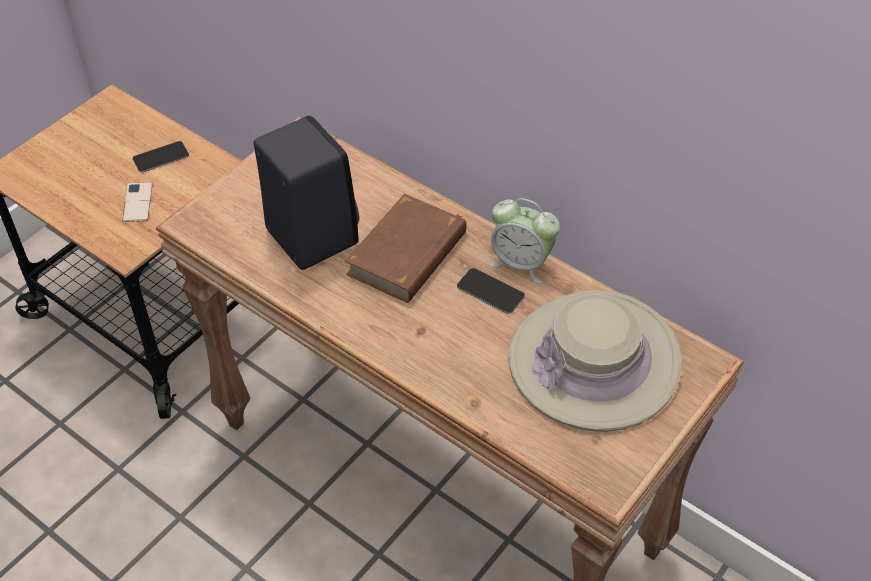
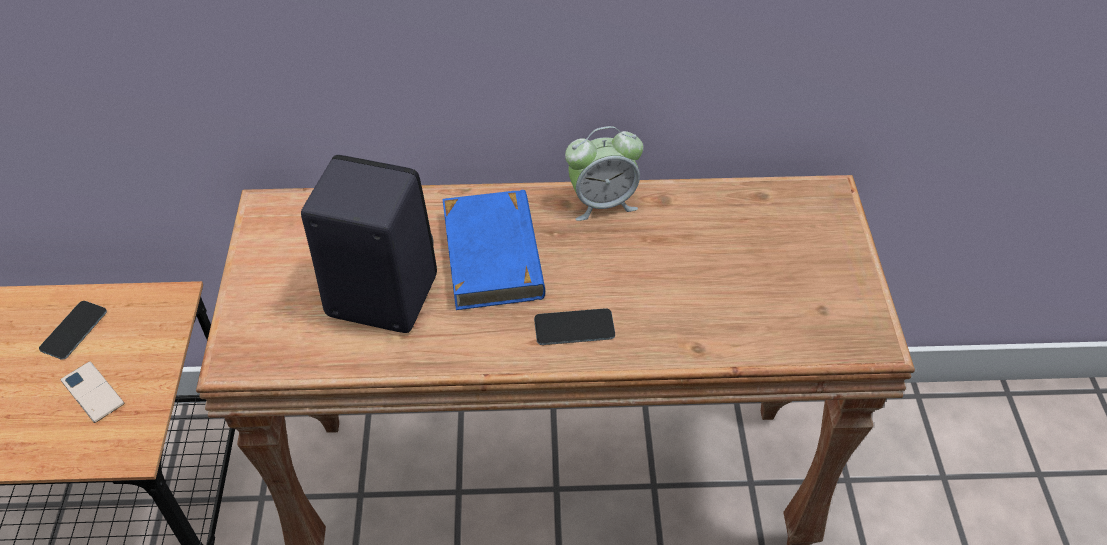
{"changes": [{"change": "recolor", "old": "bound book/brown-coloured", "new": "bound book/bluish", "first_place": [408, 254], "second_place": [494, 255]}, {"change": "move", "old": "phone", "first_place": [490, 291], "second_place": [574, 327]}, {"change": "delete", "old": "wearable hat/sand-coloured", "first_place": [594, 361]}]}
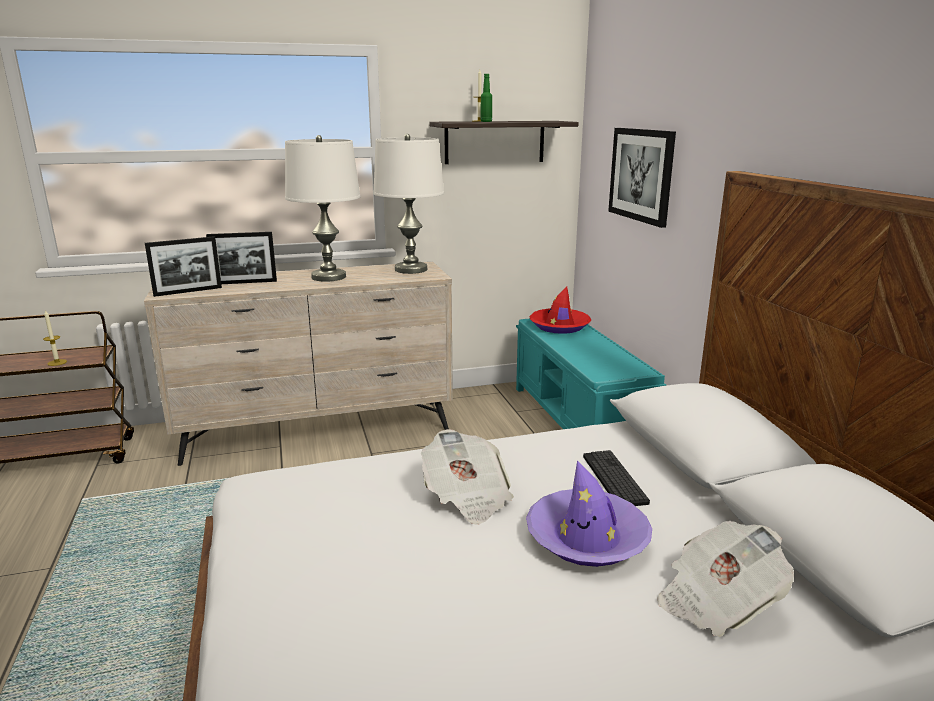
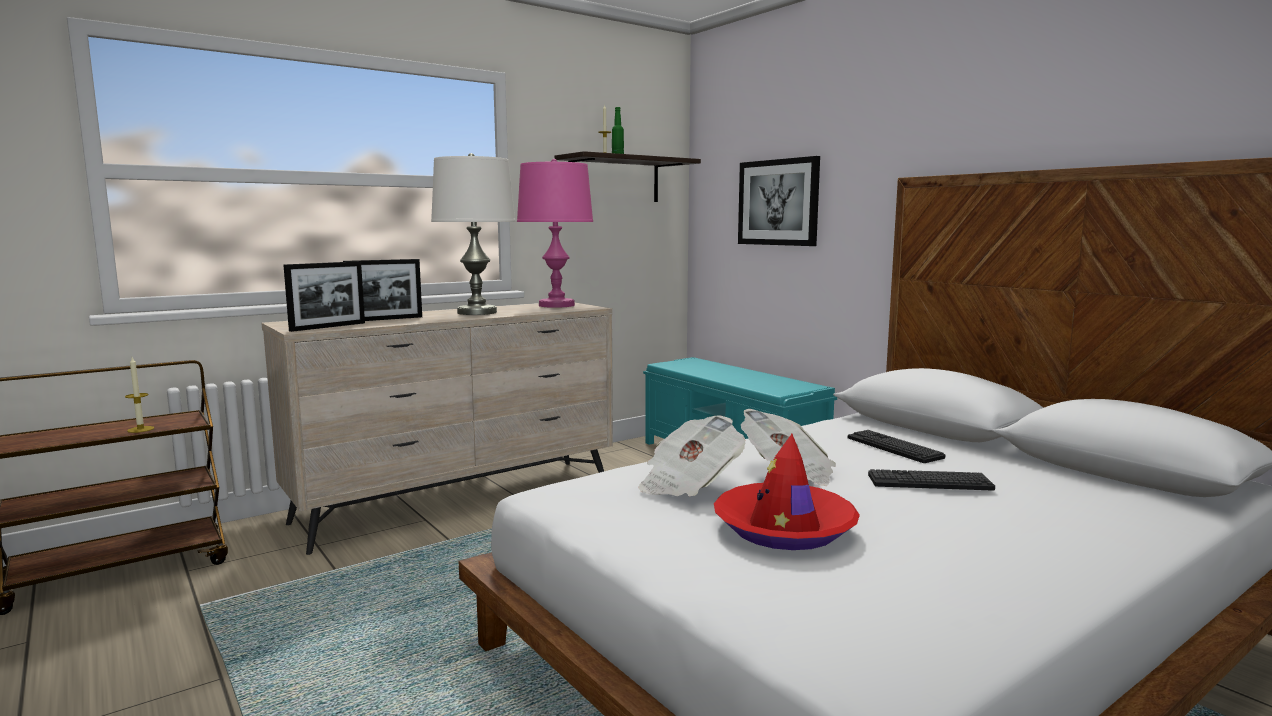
{"changes": [{"change": "recolor", "old": "lamp for a table/white", "new": "lamp for a table/pink", "first_place": [411, 269], "second_place": [556, 305]}, {"change": "move", "old": "printed paper", "first_place": [717, 601], "second_place": [688, 483]}, {"change": "move", "old": "wearable hat/red-coloured", "first_place": [559, 326], "second_place": [784, 528]}, {"change": "replace", "old": "wearable hat/purple", "new": "keyboard", "first_place": [587, 538], "second_place": [929, 482]}]}
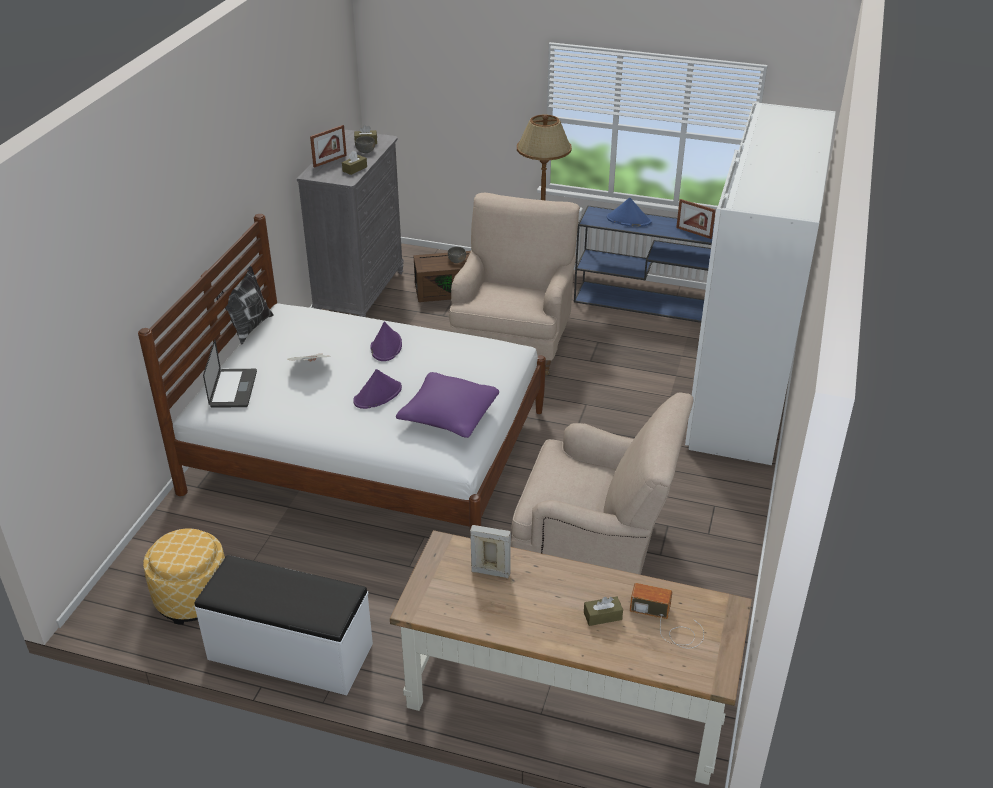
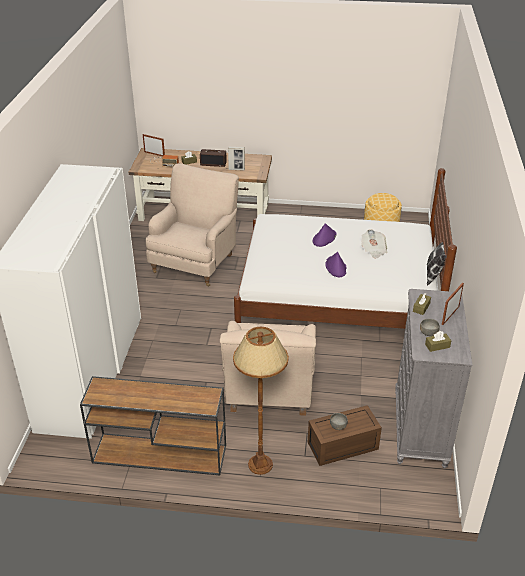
{"changes": [{"change": "recolor", "old": "narrow table/bluish", "new": "narrow table/brown-coloured", "first_place": [646, 302], "second_place": [158, 454]}, {"change": "move", "old": "photo frame", "first_place": [694, 233], "second_place": [154, 154]}, {"change": "rotate", "old": "lounge chair/sand-coloured", "first_place": [595, 551], "second_place": [195, 262], "degrees": 105}, {"change": "insert", "new": "radio set", "second_place": [213, 163]}, {"change": "delete", "old": "long seat/white", "first_place": [290, 652]}, {"change": "delete", "old": "portable computer", "first_place": [233, 389]}, {"change": "delete", "old": "throw pillow/purple", "first_place": [449, 415]}, {"change": "delete", "old": "wearable hat/bluish", "first_place": [628, 220]}]}
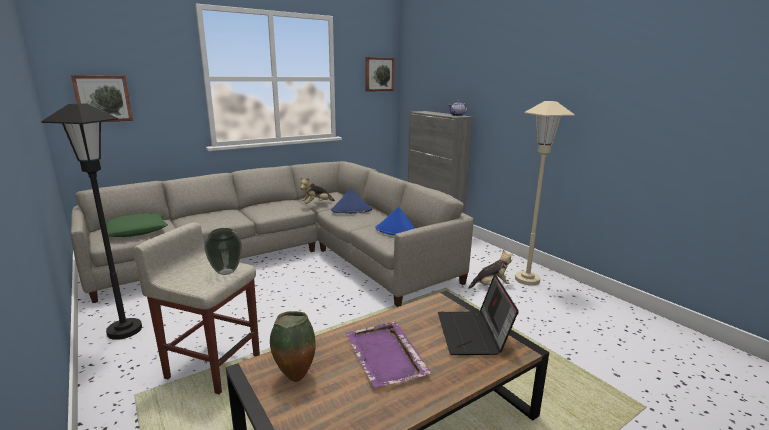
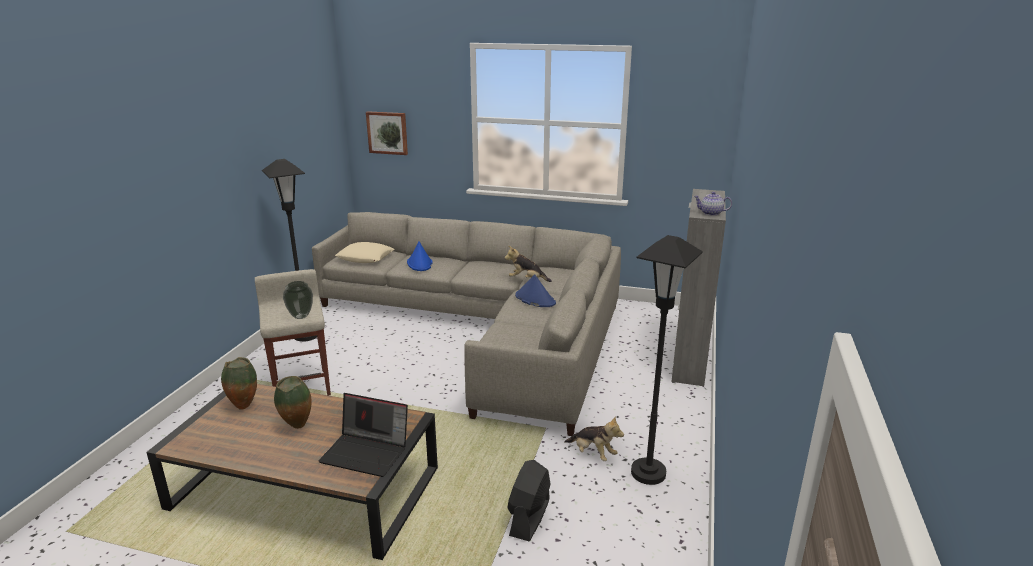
{"changes": [{"change": "replace", "old": "serving tray/purple", "new": "decorative vase", "first_place": [386, 356], "second_place": [297, 427]}, {"change": "rotate", "old": "portable computer", "first_place": [473, 334], "second_place": [367, 452], "degrees": -120}, {"change": "recolor", "old": "throw pillow/green", "new": "throw pillow/sand-coloured", "first_place": [136, 230], "second_place": [365, 257]}, {"change": "move", "old": "wearable hat/bluish", "first_place": [397, 231], "second_place": [420, 263]}, {"change": "insert", "new": "electric fan/black-coloured", "second_place": [529, 517]}, {"change": "recolor", "old": "standard lamp/sand-coloured", "new": "standard lamp/black-coloured", "first_place": [527, 279], "second_place": [648, 473]}, {"change": "delete", "old": "wall picture", "first_place": [379, 74]}]}
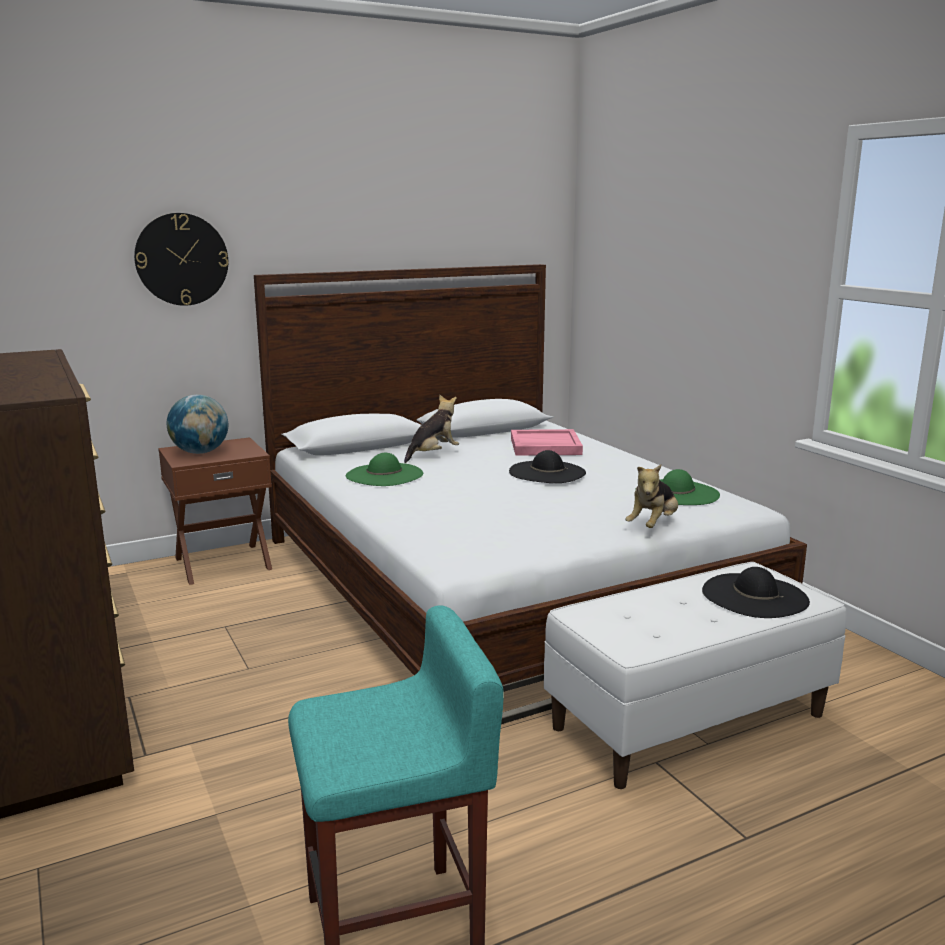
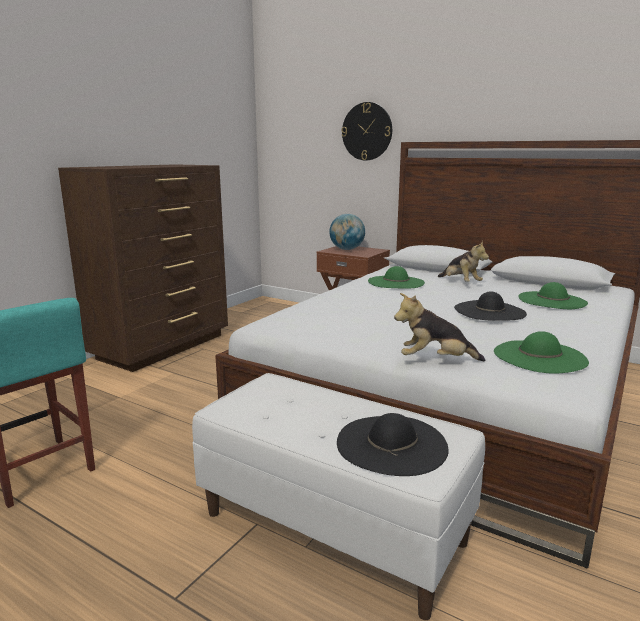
{"changes": [{"change": "rotate", "old": "plush toy", "first_place": [433, 454], "second_place": [460, 283], "degrees": 45}, {"change": "replace", "old": "serving tray/pink", "new": "wearable hat/green", "first_place": [544, 446], "second_place": [552, 300]}]}
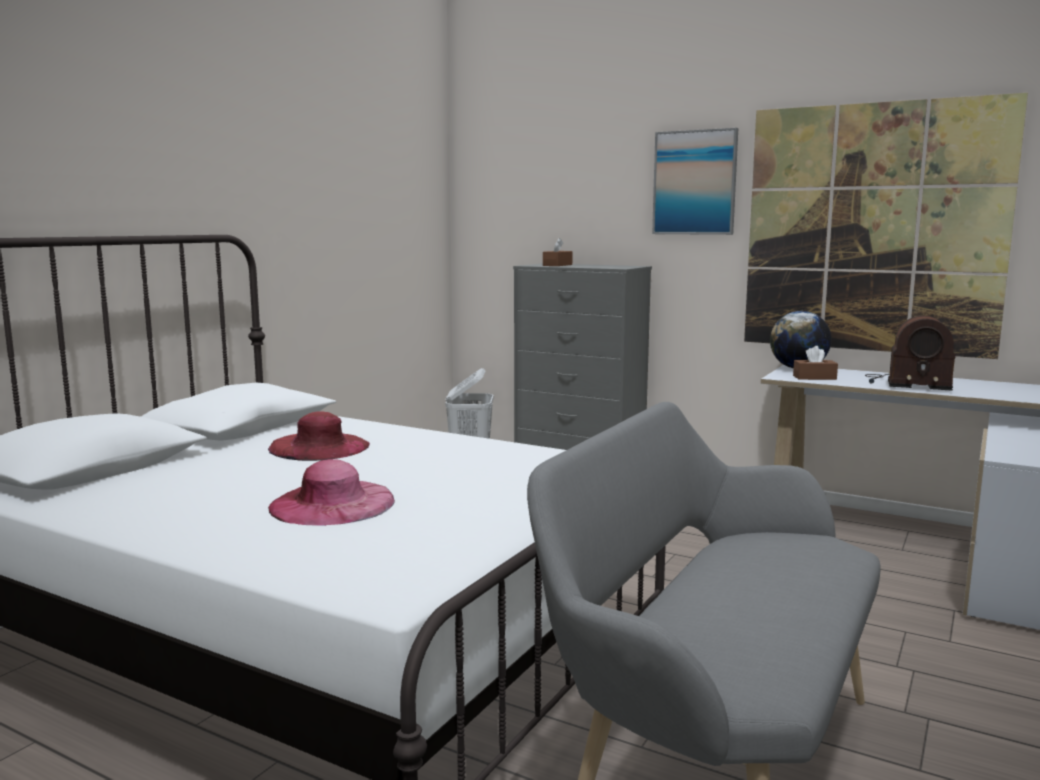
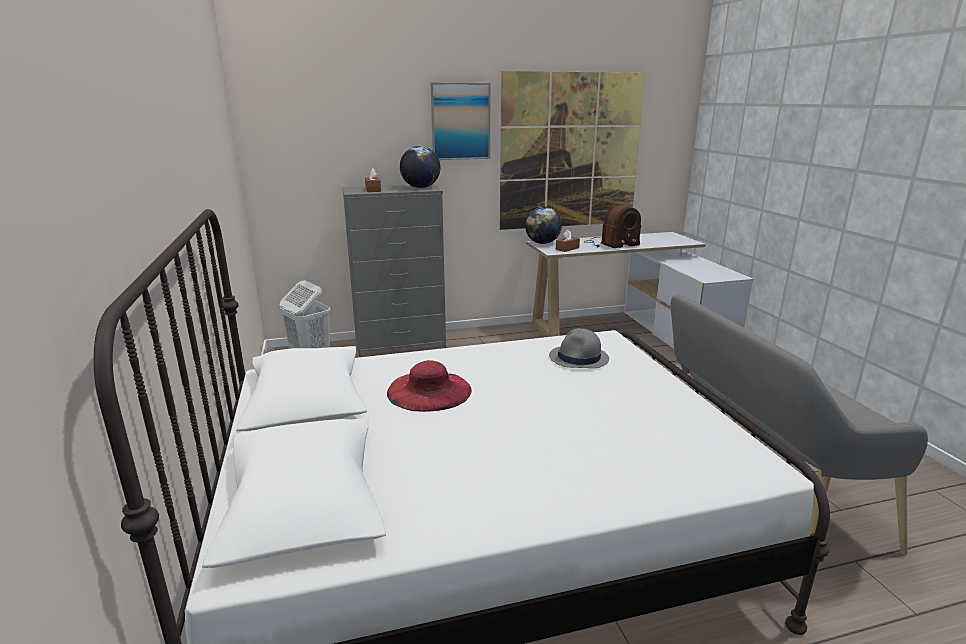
{"changes": [{"change": "insert", "new": "desk globe", "second_place": [420, 187]}, {"change": "insert", "new": "wearable hat/greyish", "second_place": [579, 358]}, {"change": "delete", "old": "wearable hat/pink", "first_place": [332, 503]}]}
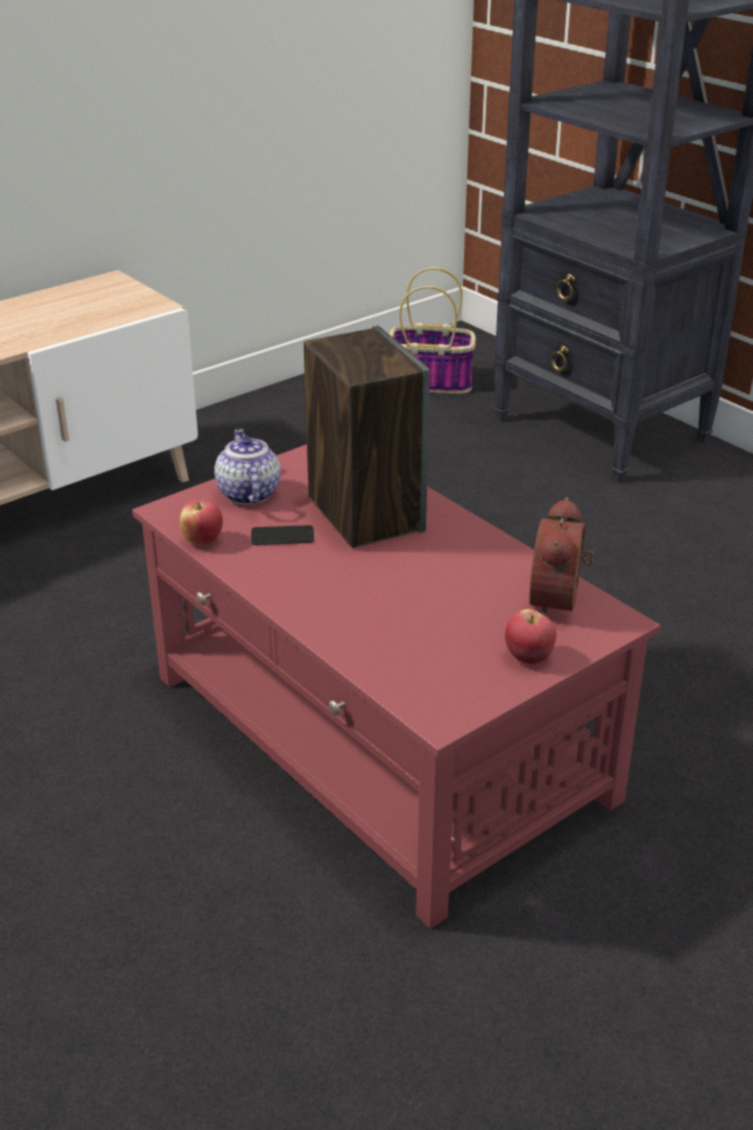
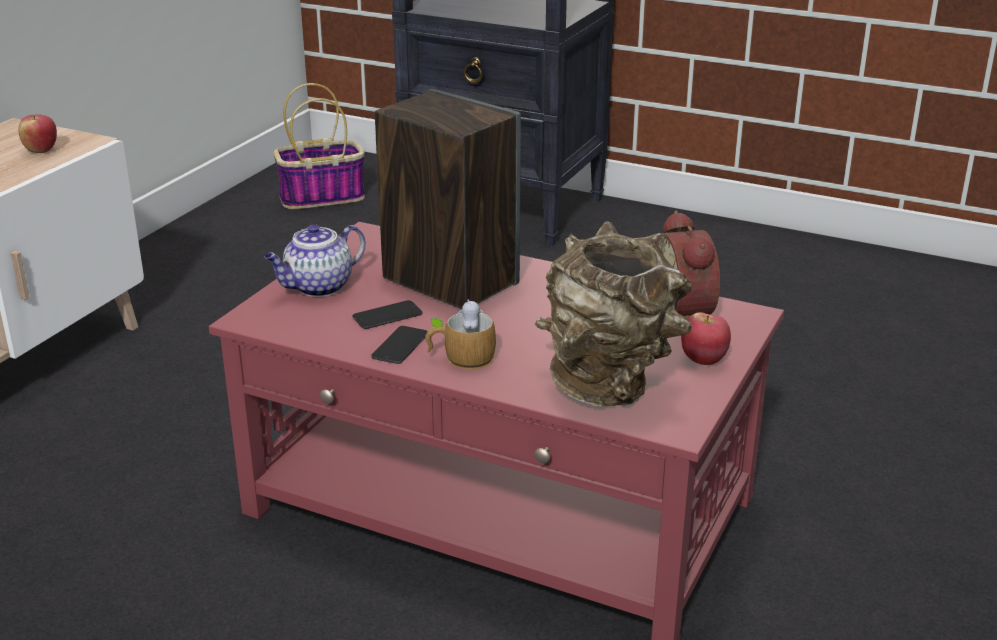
{"changes": [{"change": "move", "old": "apple fruit", "first_place": [202, 541], "second_place": [41, 150]}, {"change": "rotate", "old": "tea pot", "first_place": [247, 493], "second_place": [318, 287], "degrees": -90}, {"change": "insert", "new": "phone", "second_place": [400, 346]}, {"change": "insert", "new": "mug", "second_place": [461, 357]}, {"change": "insert", "new": "decorative vase/brown-coloured", "second_place": [611, 386]}]}
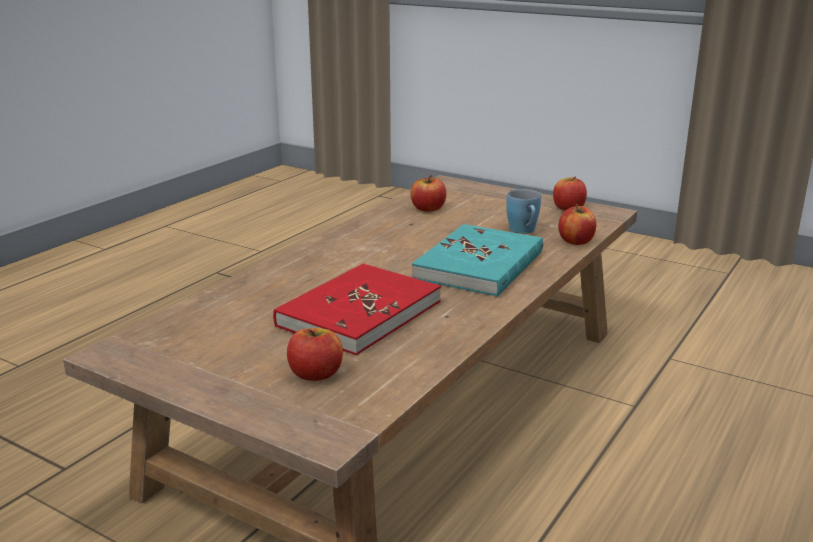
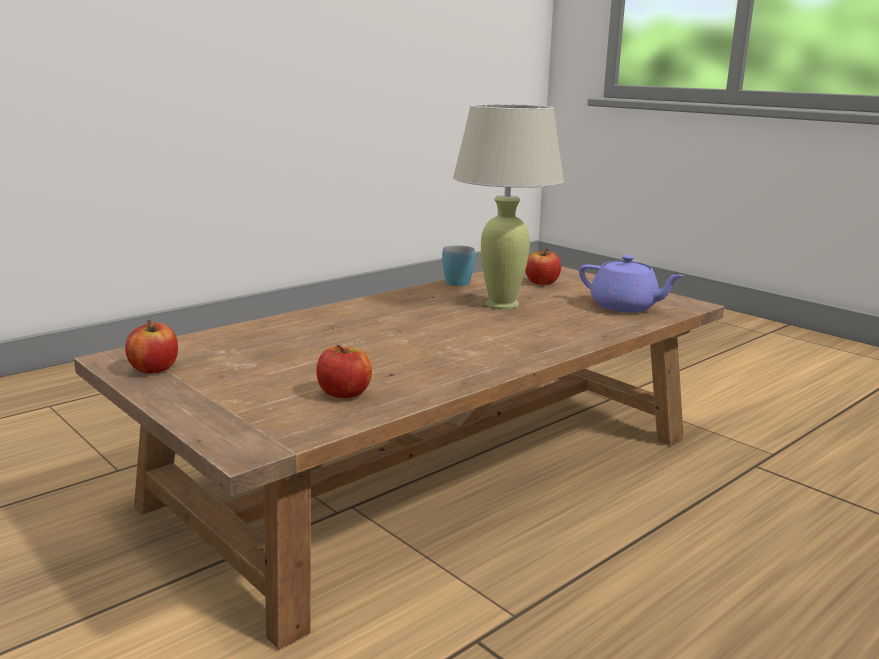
{"changes": [{"change": "move", "old": "mug/bluish", "first_place": [524, 231], "second_place": [457, 281]}, {"change": "replace", "old": "bound book/red-coloured", "new": "lamp for a table/sand-coloured", "first_place": [359, 313], "second_place": [501, 304]}, {"change": "insert", "new": "tea pot/purple", "second_place": [625, 307]}, {"change": "delete", "old": "bound book/turquoise", "first_place": [480, 265]}, {"change": "delete", "old": "apple fruit", "first_place": [576, 241]}]}
